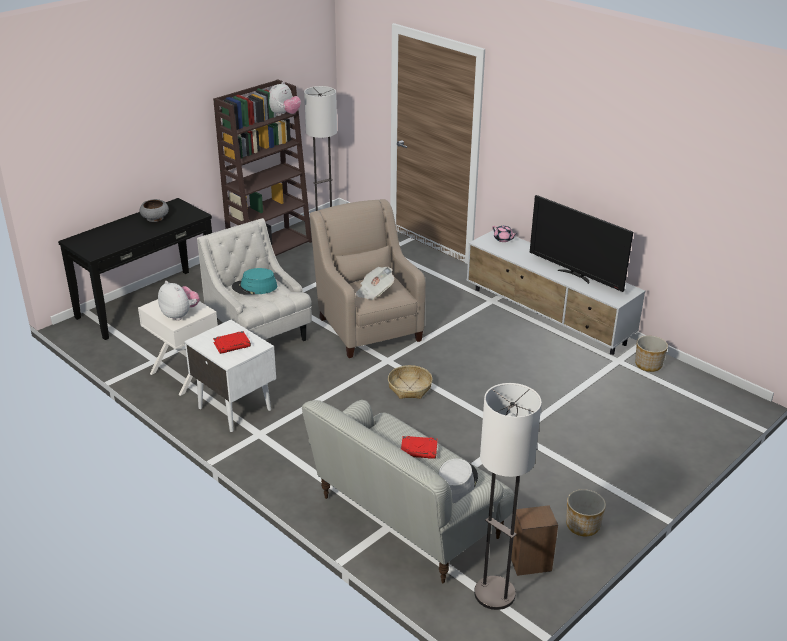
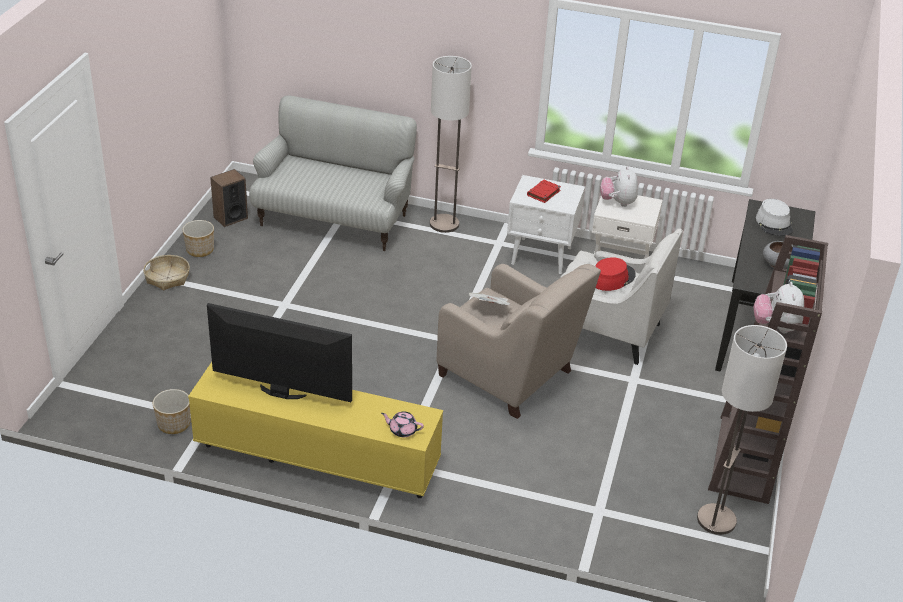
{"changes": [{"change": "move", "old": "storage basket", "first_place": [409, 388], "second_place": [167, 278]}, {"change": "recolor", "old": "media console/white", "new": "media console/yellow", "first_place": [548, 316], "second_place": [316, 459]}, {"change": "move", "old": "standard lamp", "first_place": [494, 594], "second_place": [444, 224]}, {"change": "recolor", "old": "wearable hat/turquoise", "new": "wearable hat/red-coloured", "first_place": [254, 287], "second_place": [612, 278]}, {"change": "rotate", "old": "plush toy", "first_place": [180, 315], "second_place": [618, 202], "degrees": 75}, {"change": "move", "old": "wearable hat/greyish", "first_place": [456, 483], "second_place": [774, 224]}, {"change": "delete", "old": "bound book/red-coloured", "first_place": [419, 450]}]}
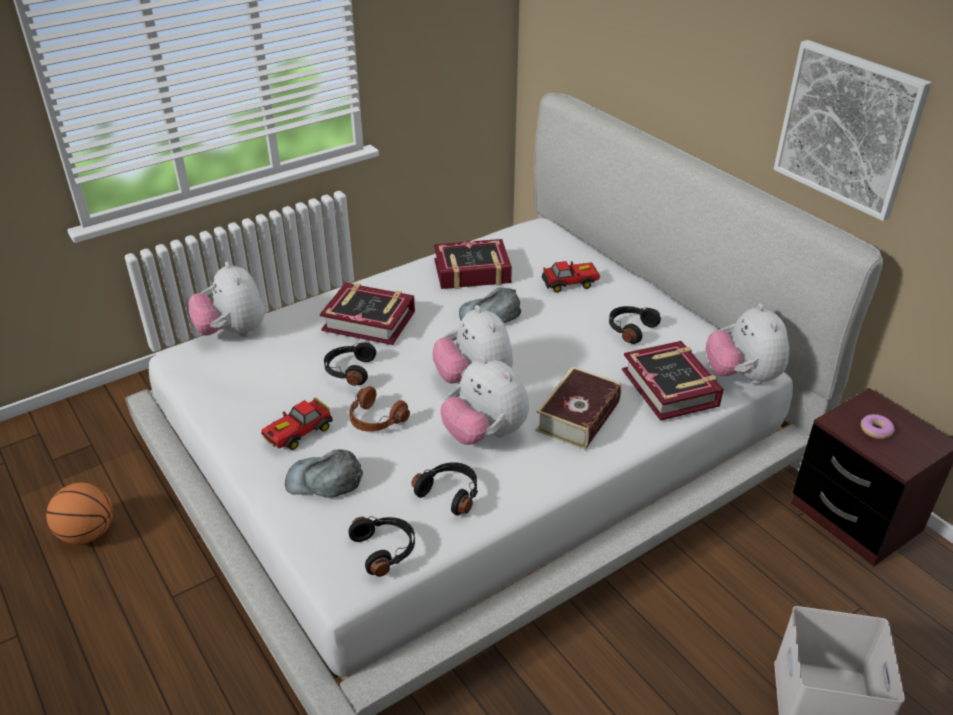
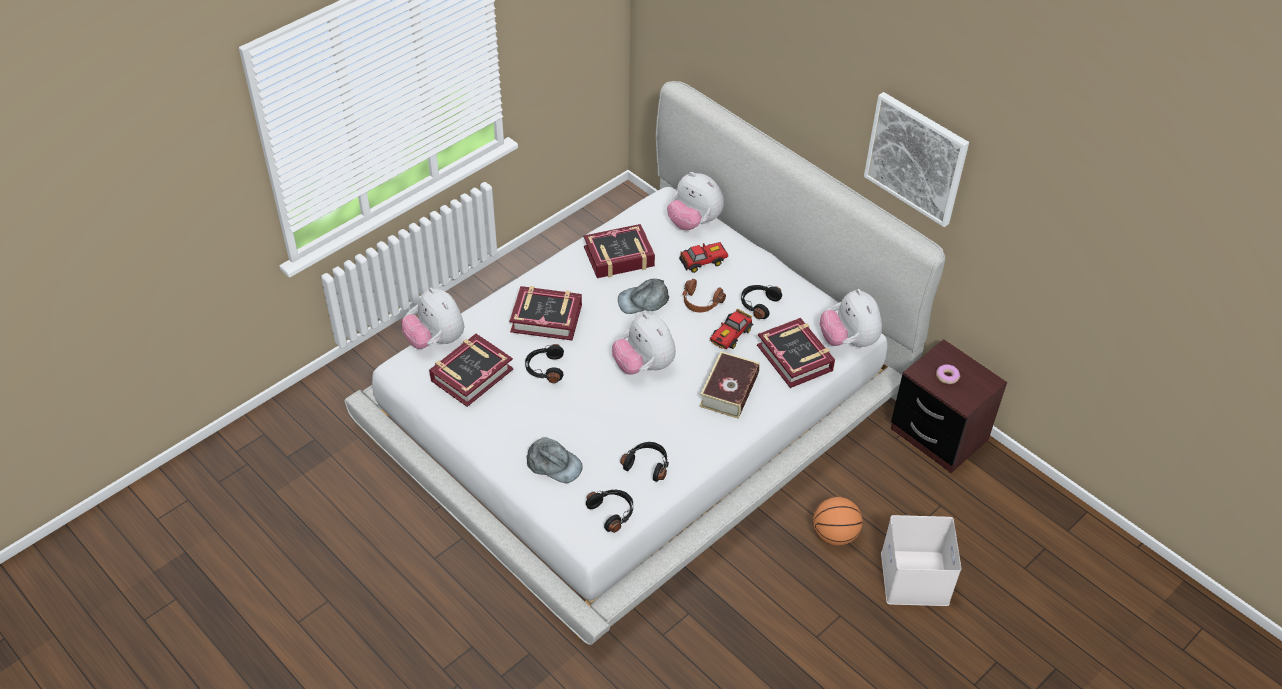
{"changes": [{"change": "insert", "new": "bound book", "second_place": [471, 375]}, {"change": "rotate", "old": "baseball cap/greyish", "first_place": [324, 480], "second_place": [553, 464], "degrees": -150}, {"change": "move", "old": "plush toy", "first_place": [485, 434], "second_place": [694, 222]}, {"change": "move", "old": "pair of headphones/brown-coloured", "first_place": [375, 420], "second_place": [700, 303]}, {"change": "move", "old": "toy car", "first_place": [298, 433], "second_place": [730, 336]}, {"change": "move", "old": "basketball ball", "first_place": [88, 534], "second_place": [834, 535]}]}
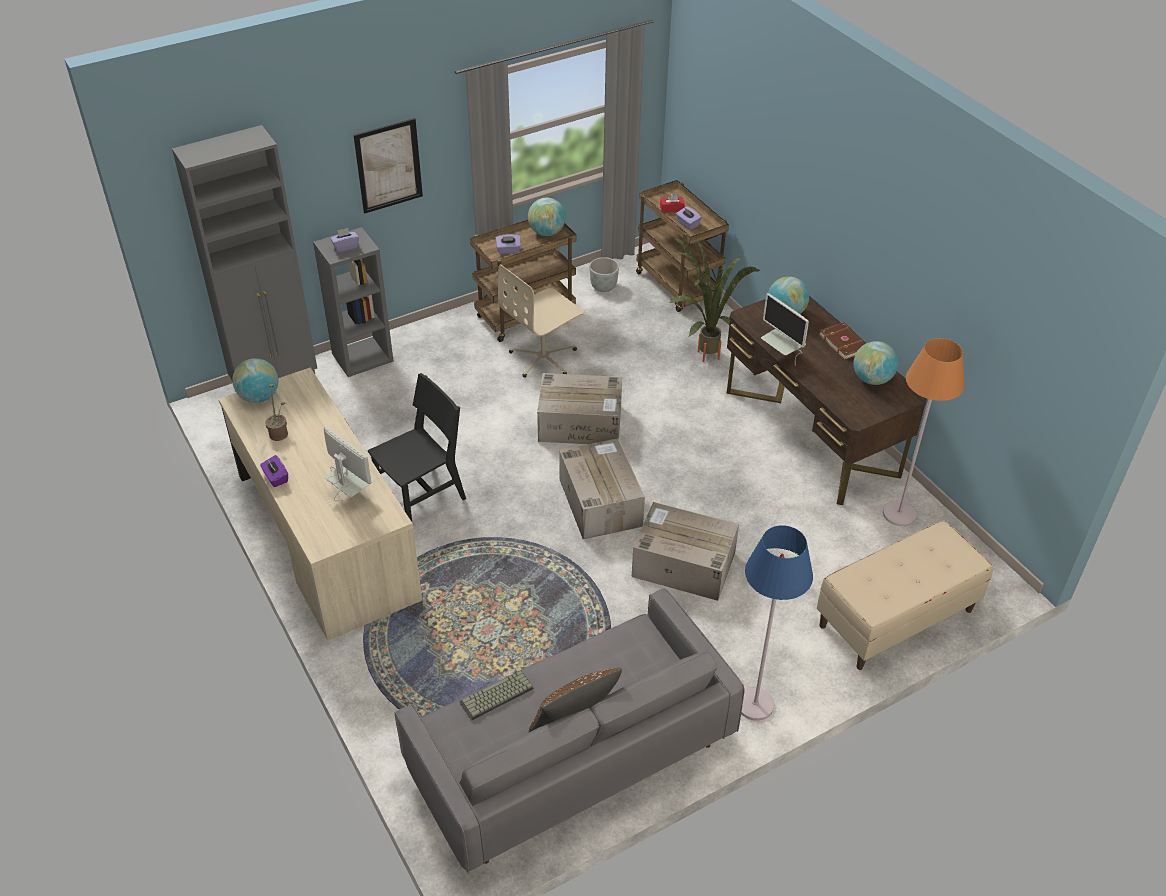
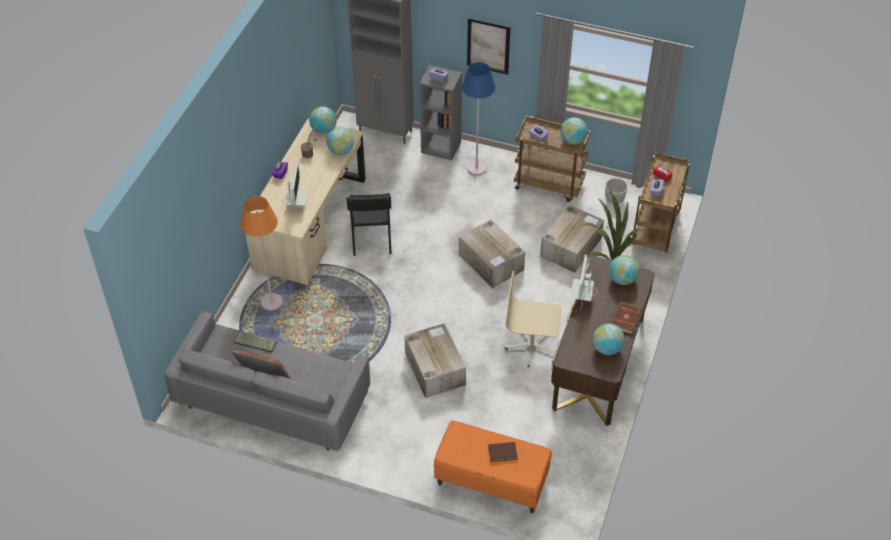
{"changes": [{"change": "move", "old": "standard lamp/orange-coloured", "first_place": [899, 514], "second_place": [272, 302]}, {"change": "insert", "new": "desk globe", "second_place": [341, 151]}, {"change": "rotate", "old": "upright chair/black-coloured", "first_place": [421, 497], "second_place": [371, 238], "degrees": 75}, {"change": "recolor", "old": "long seat/sand-coloured", "new": "long seat/orange-coloured", "first_place": [896, 618], "second_place": [491, 481]}, {"change": "move", "old": "standard lamp/bluish", "first_place": [755, 704], "second_place": [476, 168]}, {"change": "insert", "new": "bound book/brown-coloured", "second_place": [502, 452]}, {"change": "move", "old": "computer chair/sand-coloured", "first_place": [544, 358], "second_place": [531, 346]}, {"change": "move", "old": "cardboard box", "first_place": [599, 501], "second_place": [571, 246]}]}
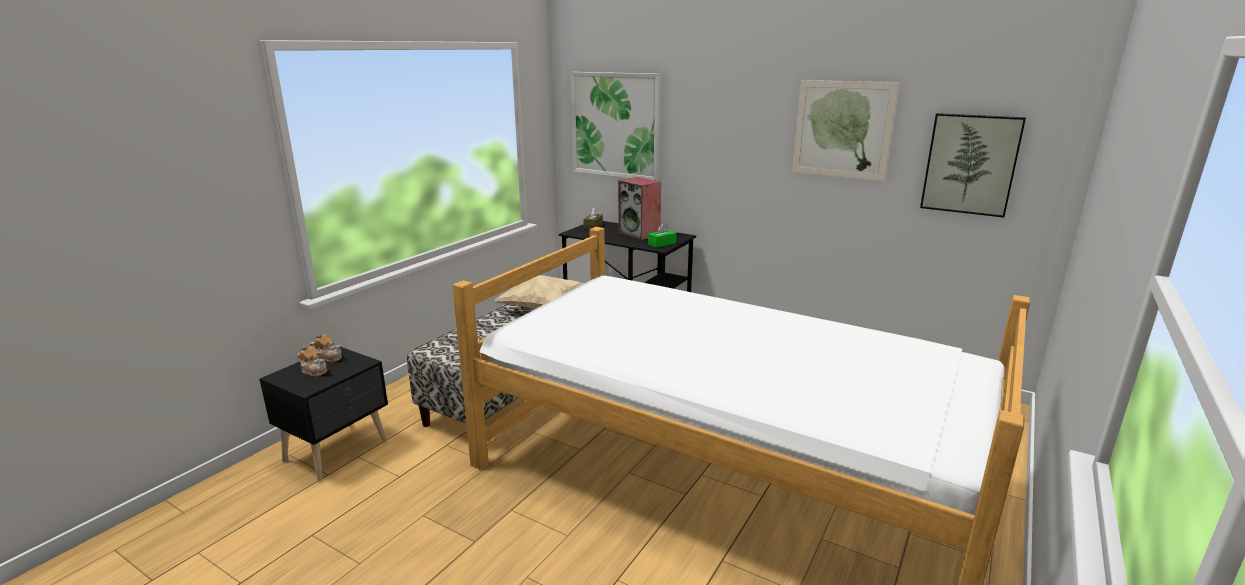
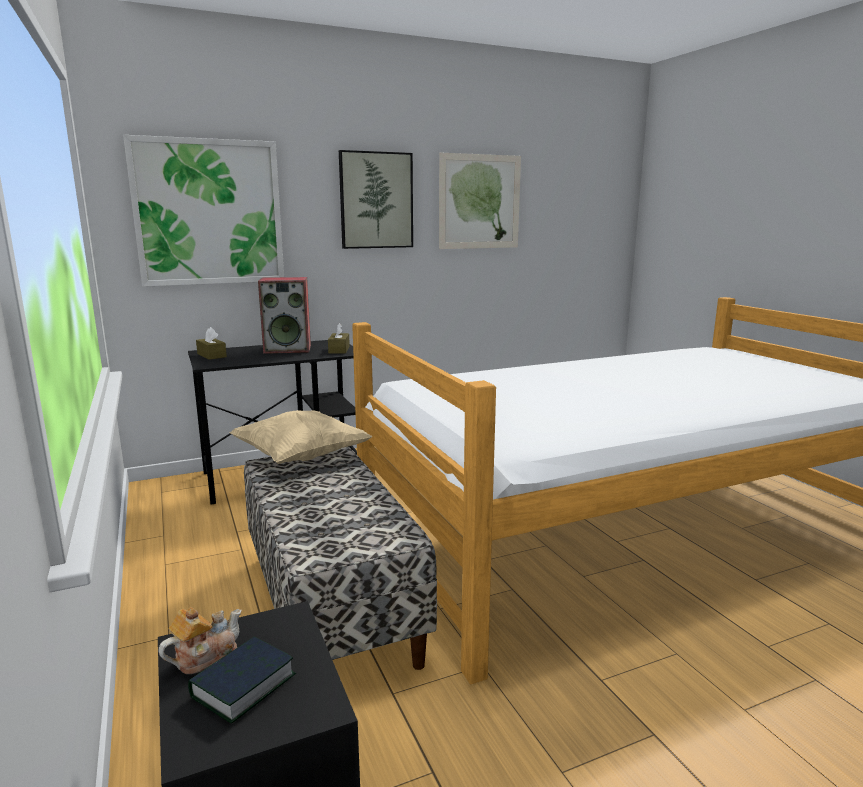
{"changes": [{"change": "replace", "old": "tea pot", "new": "bound book", "first_place": [314, 371], "second_place": [243, 685]}, {"change": "recolor", "old": "box of tissues/green", "new": "box of tissues/brown-coloured", "first_place": [662, 244], "second_place": [339, 350]}, {"change": "move", "old": "wall picture", "first_place": [970, 164], "second_place": [376, 200]}]}
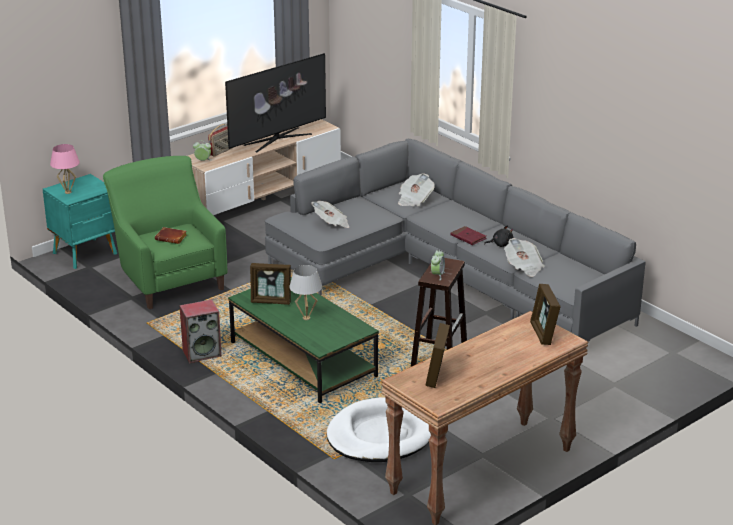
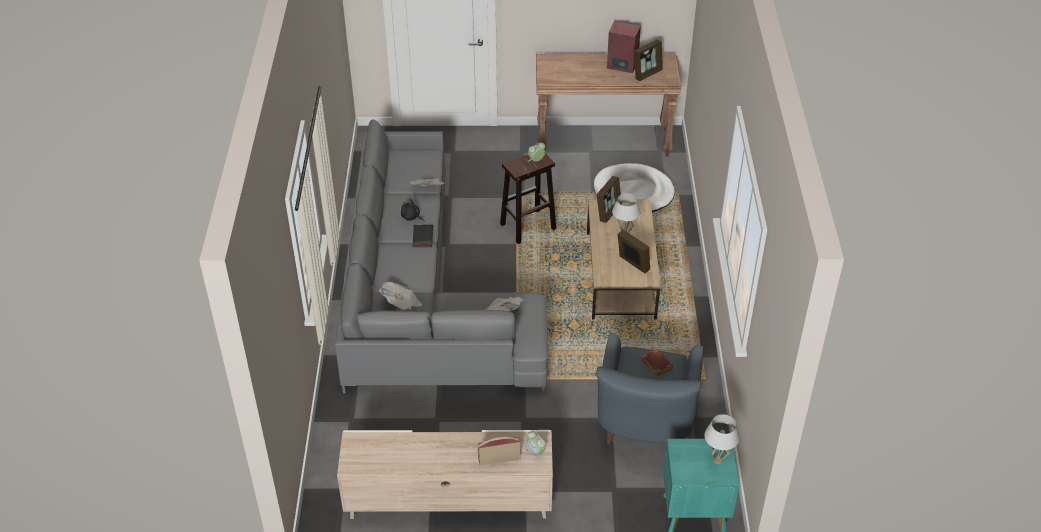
{"changes": [{"change": "recolor", "old": "bound book/red-coloured", "new": "bound book/black-coloured", "first_place": [468, 237], "second_place": [422, 237]}, {"change": "recolor", "old": "low table/green", "new": "low table/brown-coloured", "first_place": [303, 359], "second_place": [620, 275]}, {"change": "recolor", "old": "lounge chair/green", "new": "lounge chair/bluish", "first_place": [168, 278], "second_place": [644, 426]}, {"change": "move", "old": "photo frame", "first_place": [543, 334], "second_place": [608, 212]}, {"change": "move", "old": "audio speaker", "first_place": [202, 353], "second_place": [621, 65]}, {"change": "recolor", "old": "lamp for a table/pink", "new": "lamp for a table/white", "first_place": [68, 192], "second_place": [717, 460]}, {"change": "delete", "old": "TV", "first_place": [277, 139]}]}
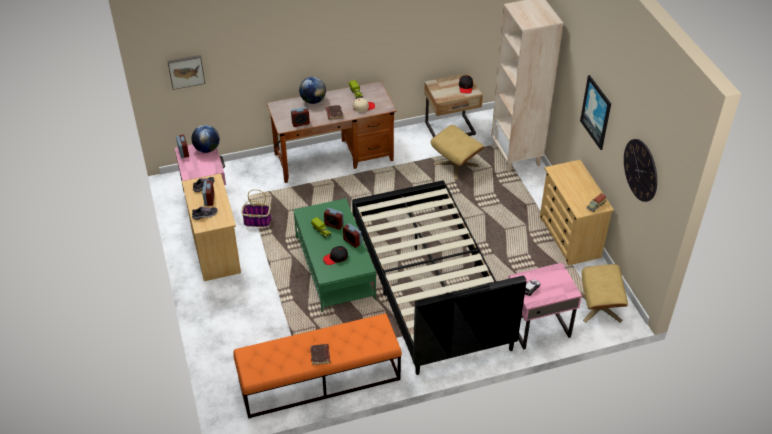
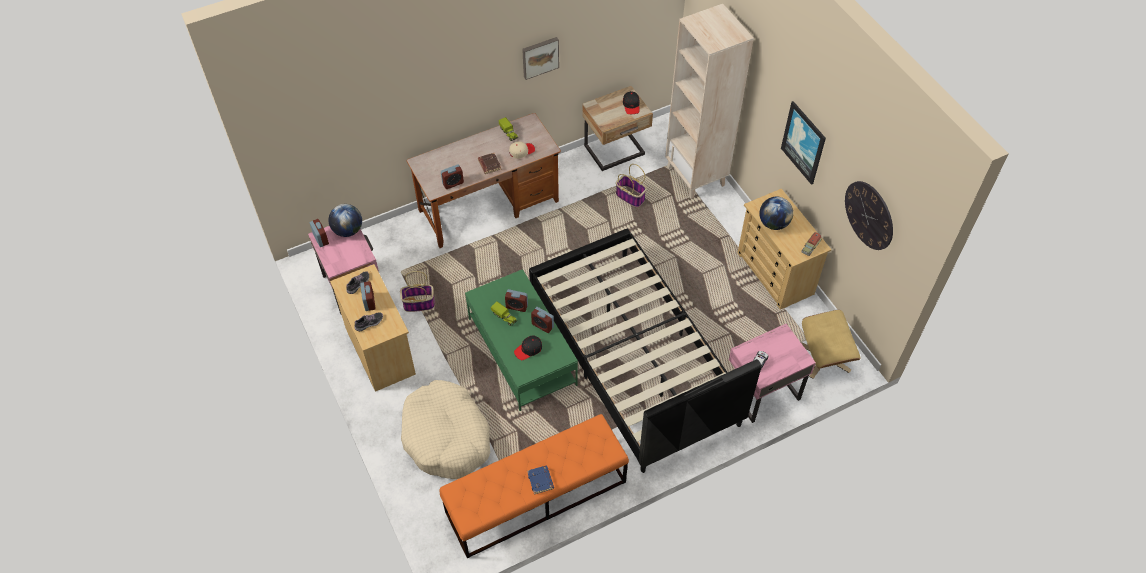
{"changes": [{"change": "insert", "new": "dog cushion/sand-coloured", "second_place": [446, 437]}, {"change": "move", "old": "wall picture", "first_place": [186, 71], "second_place": [540, 57]}, {"change": "recolor", "old": "bound book/brown-coloured", "new": "bound book/bluish", "first_place": [320, 356], "second_place": [541, 481]}, {"change": "replace", "old": "ottoman/sand-coloured", "new": "storage basket", "first_place": [456, 164], "second_place": [631, 197]}, {"change": "move", "old": "desk globe", "first_place": [313, 100], "second_place": [773, 223]}]}
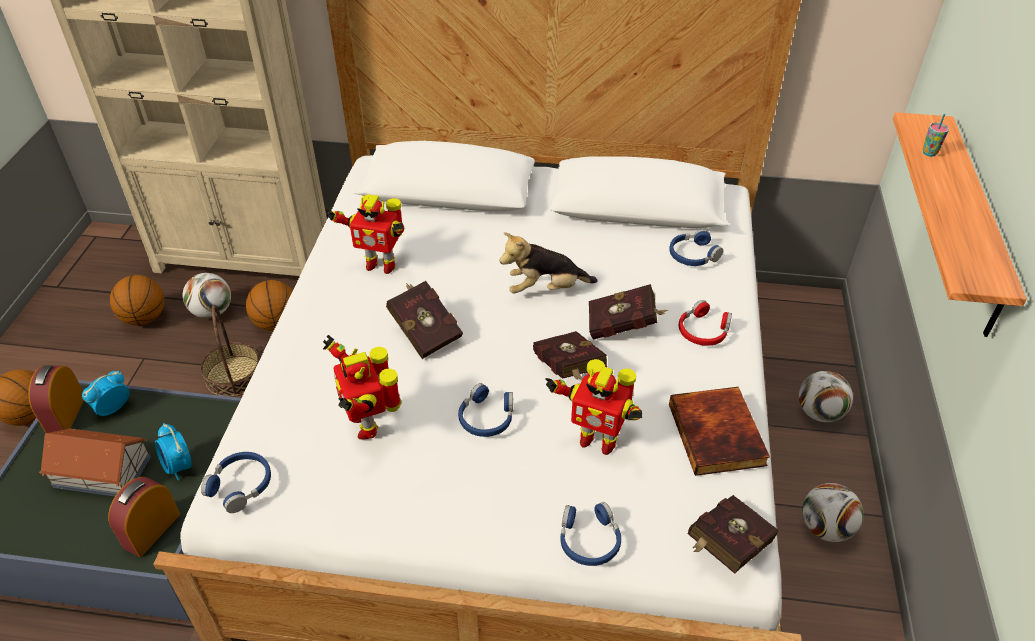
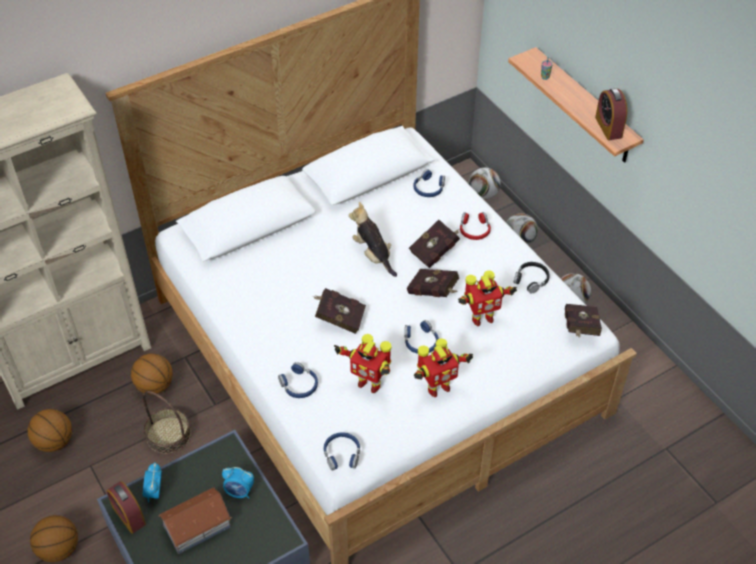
{"changes": [{"change": "move", "old": "pair of headphones/bluish", "first_place": [589, 540], "second_place": [299, 385]}, {"change": "rotate", "old": "plush toy", "first_place": [545, 289], "second_place": [373, 255], "degrees": 105}, {"change": "move", "old": "toy robot", "first_place": [380, 264], "second_place": [437, 387]}, {"change": "move", "old": "football", "first_place": [212, 312], "second_place": [483, 195]}, {"change": "replace", "old": "bound book", "new": "pair of headphones/black-coloured", "first_place": [718, 434], "second_place": [531, 280]}, {"change": "move", "old": "bedside clock", "first_place": [152, 530], "second_place": [608, 127]}]}
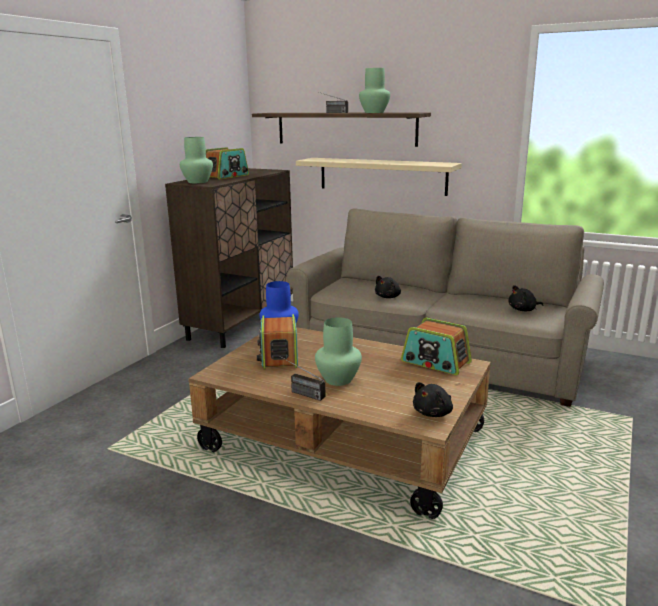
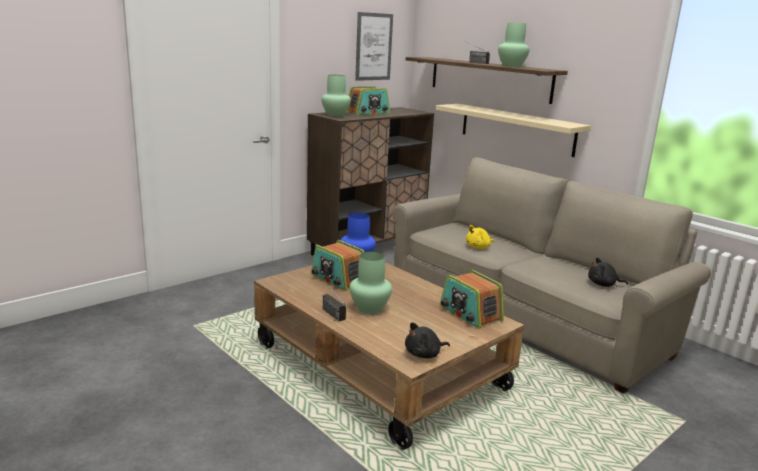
{"changes": [{"change": "rotate", "old": "radio set", "first_place": [279, 356], "second_place": [338, 279], "degrees": -60}, {"change": "insert", "new": "wall picture", "second_place": [373, 47]}, {"change": "recolor", "old": "plush toy/black-coloured", "new": "plush toy/yellow", "first_place": [388, 297], "second_place": [479, 247]}]}
